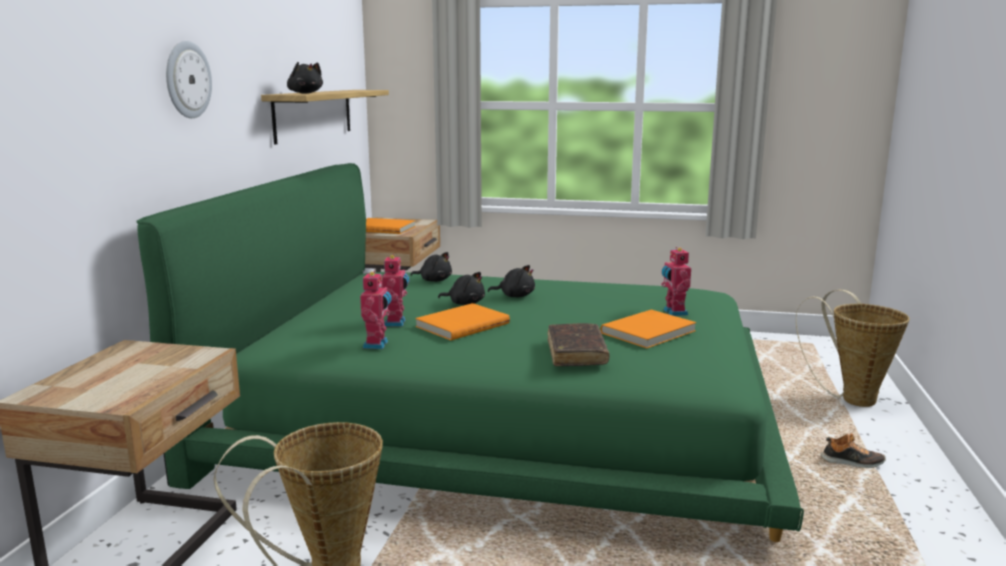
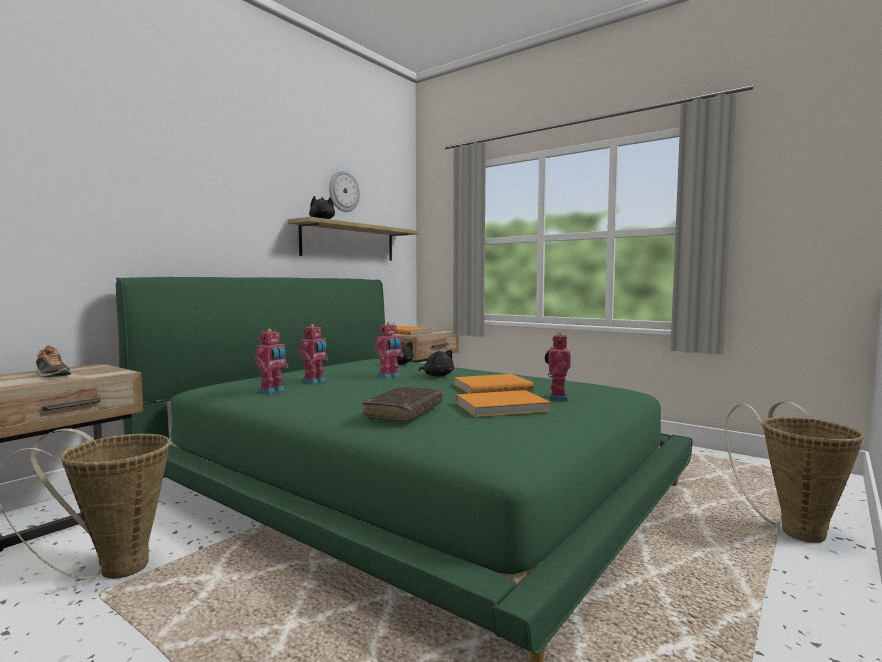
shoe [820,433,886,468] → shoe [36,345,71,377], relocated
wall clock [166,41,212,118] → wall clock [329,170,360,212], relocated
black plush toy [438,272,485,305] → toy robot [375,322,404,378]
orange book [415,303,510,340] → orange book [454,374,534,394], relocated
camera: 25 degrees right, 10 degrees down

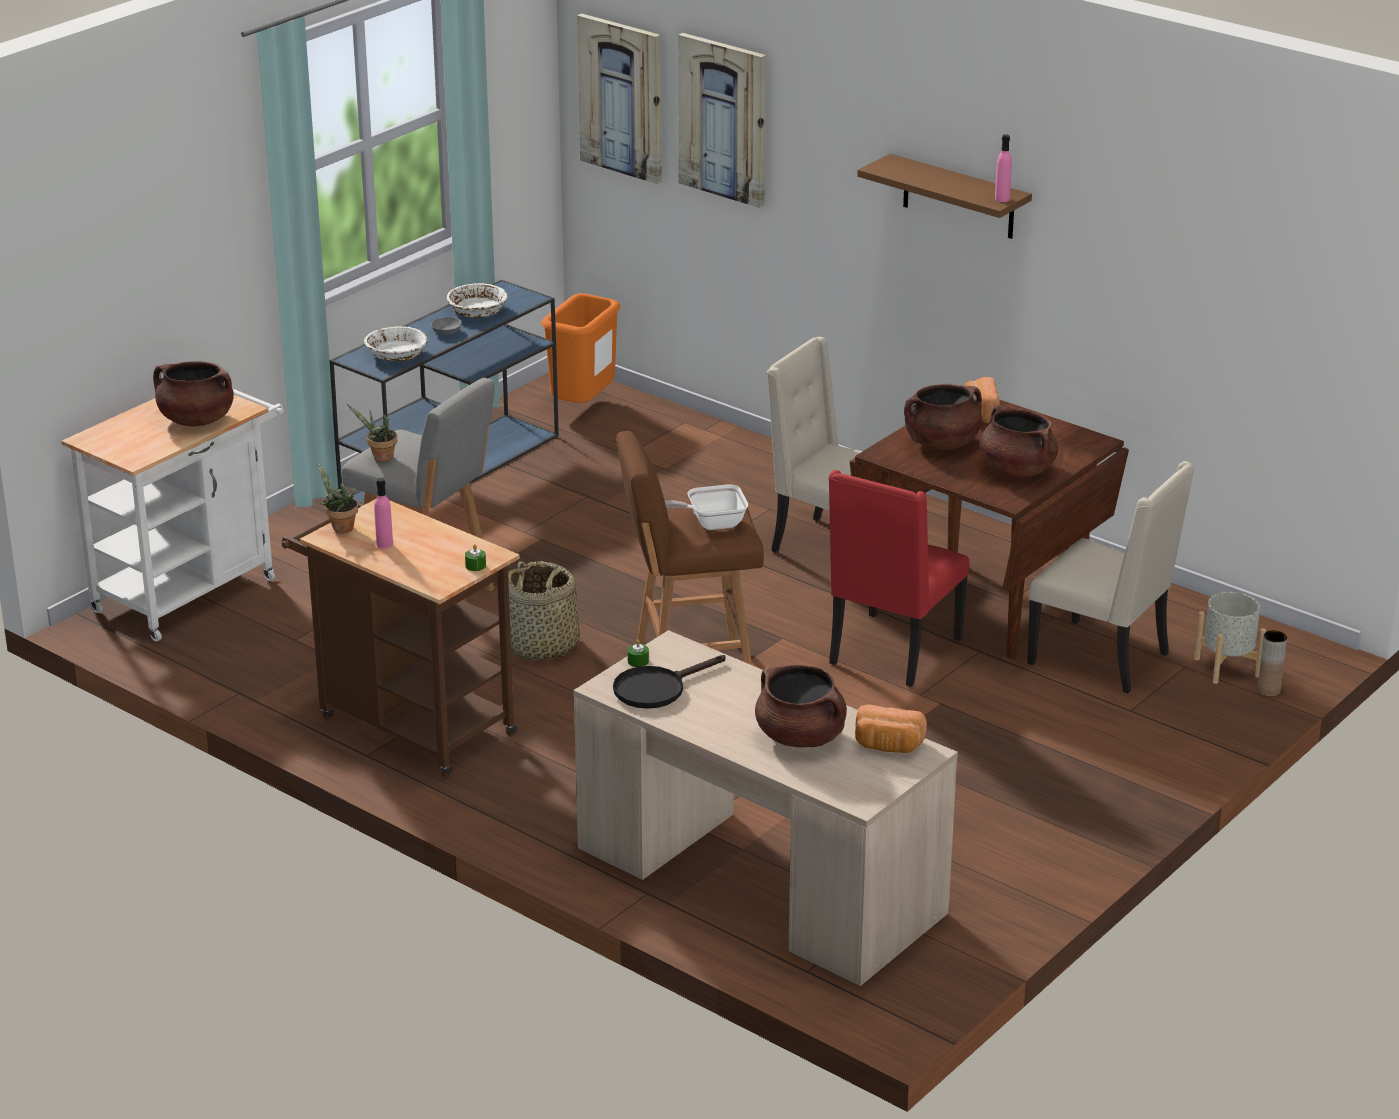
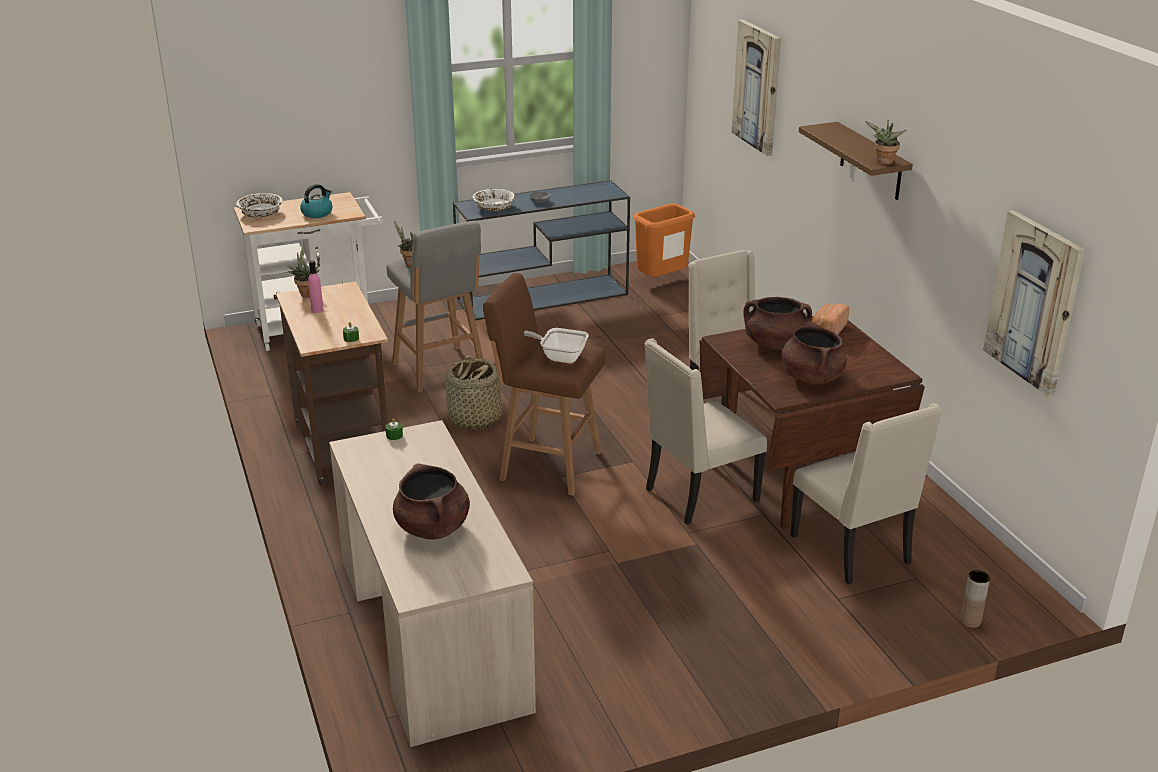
white bowl [447,283,507,318] → white bowl [236,193,283,217], relocated
brown cooking pot [153,361,234,426] → kettle [300,184,332,218]
red chair [828,470,969,687] → beige chair [644,338,767,525]
pink bottle [995,134,1012,202] → potted plant [865,120,906,165]
picture [577,14,662,184] → picture [983,210,1085,397], relocated
black frying pan [613,655,725,709] → -
bread [855,705,927,753] → -
grey planter [1194,592,1266,684] → -
camera: 30 degrees right, 0 degrees up

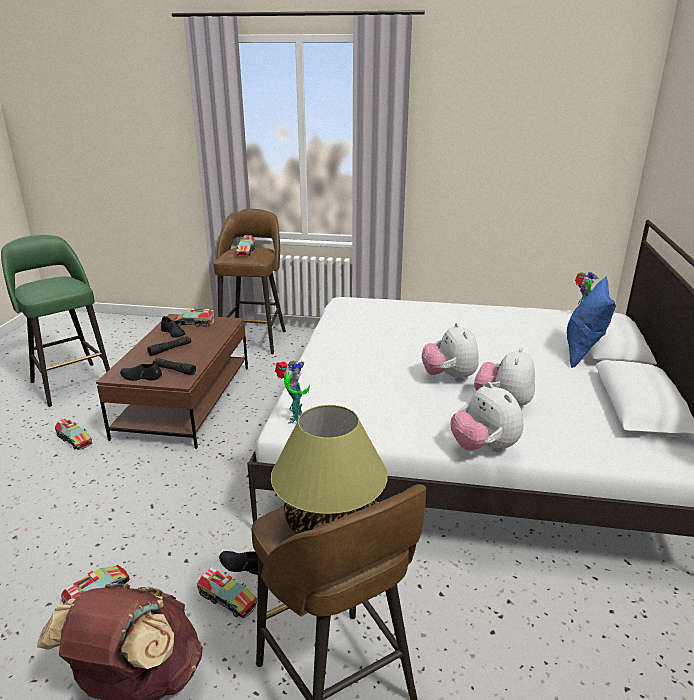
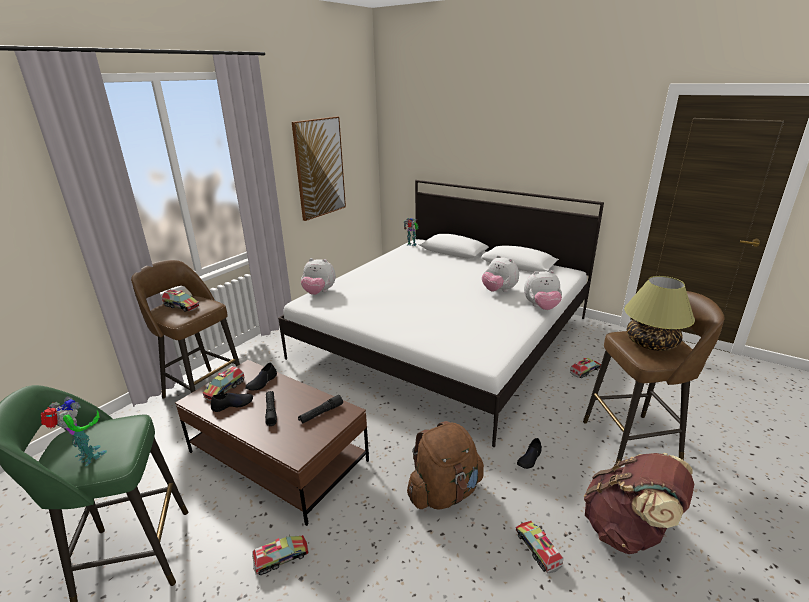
toy robot [275,361,310,424] → toy robot [41,396,107,466], relocated
black shoe [120,362,162,381] → black shoe [245,362,277,391], relocated
- → picture [292,117,346,221]
plush toy [422,323,479,382] → plush toy [301,258,336,295], relocated
- → brown backpack [407,421,484,510]
toy truck [197,567,257,619] → toy truck [570,358,601,378], relocated
blue pillow [567,276,616,368] → -
camera: 65 degrees left, 0 degrees up

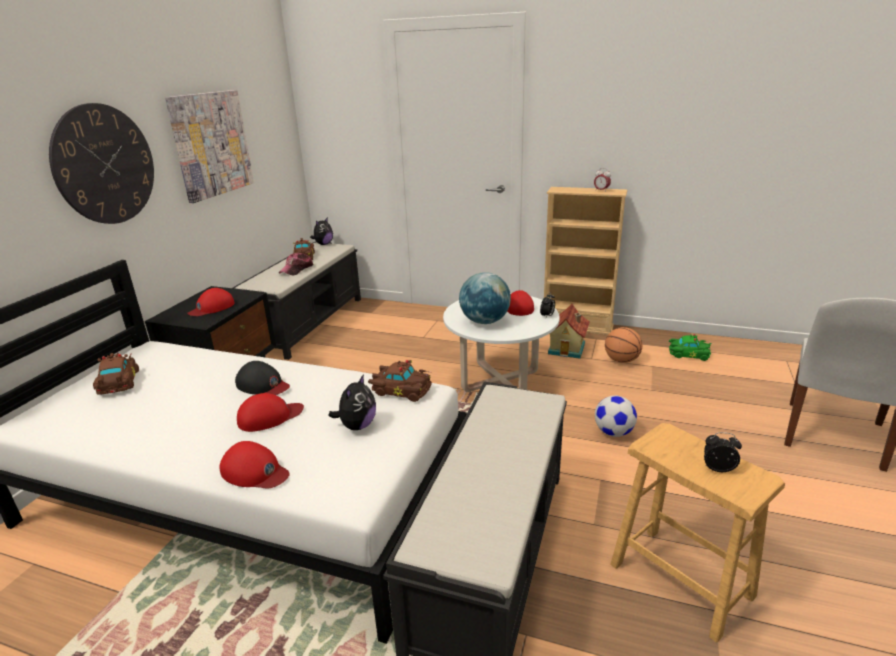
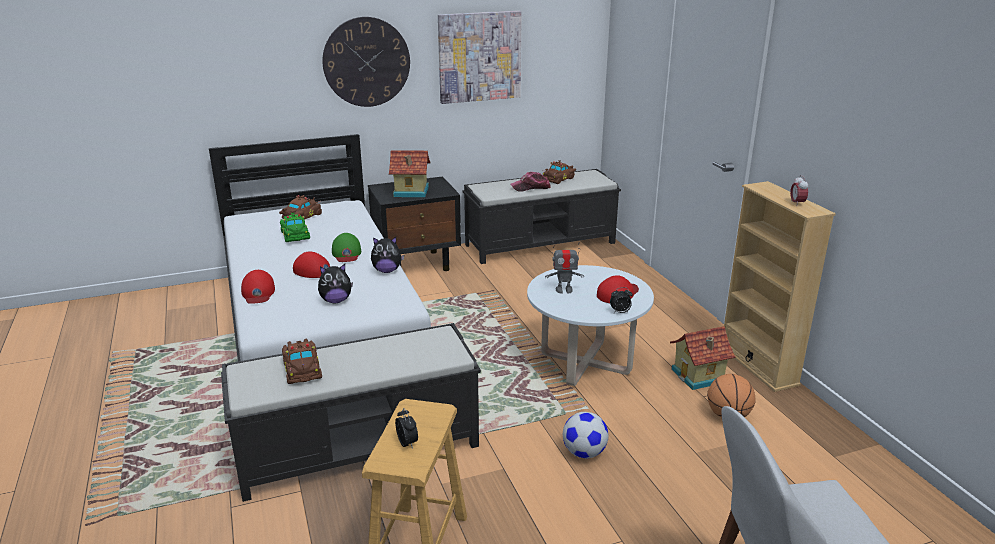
green toy car [669,334,712,361] → green toy car [280,213,310,242], relocated
brown toy car [368,360,432,402] → brown toy car [282,339,322,384], relocated
black cap [235,361,290,395] → green cap [332,233,361,262]
plush toy [310,217,333,245] → plush toy [371,237,404,273], relocated
red cap [187,288,235,316] → toy house [389,150,430,197]
globe [459,272,511,324] → toy robot [545,242,584,294]
camera: 50 degrees right, 0 degrees up

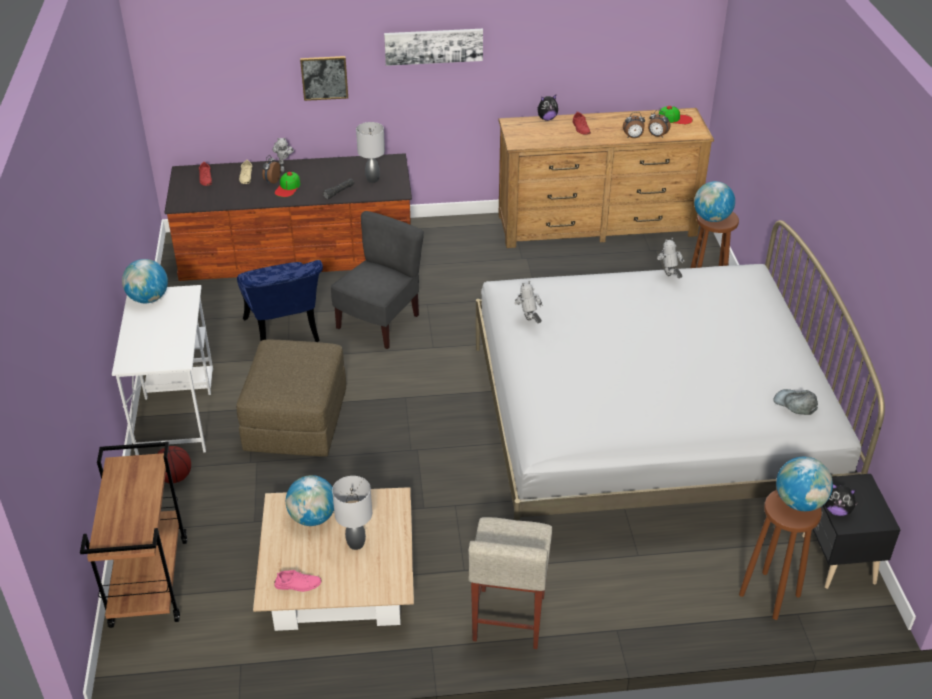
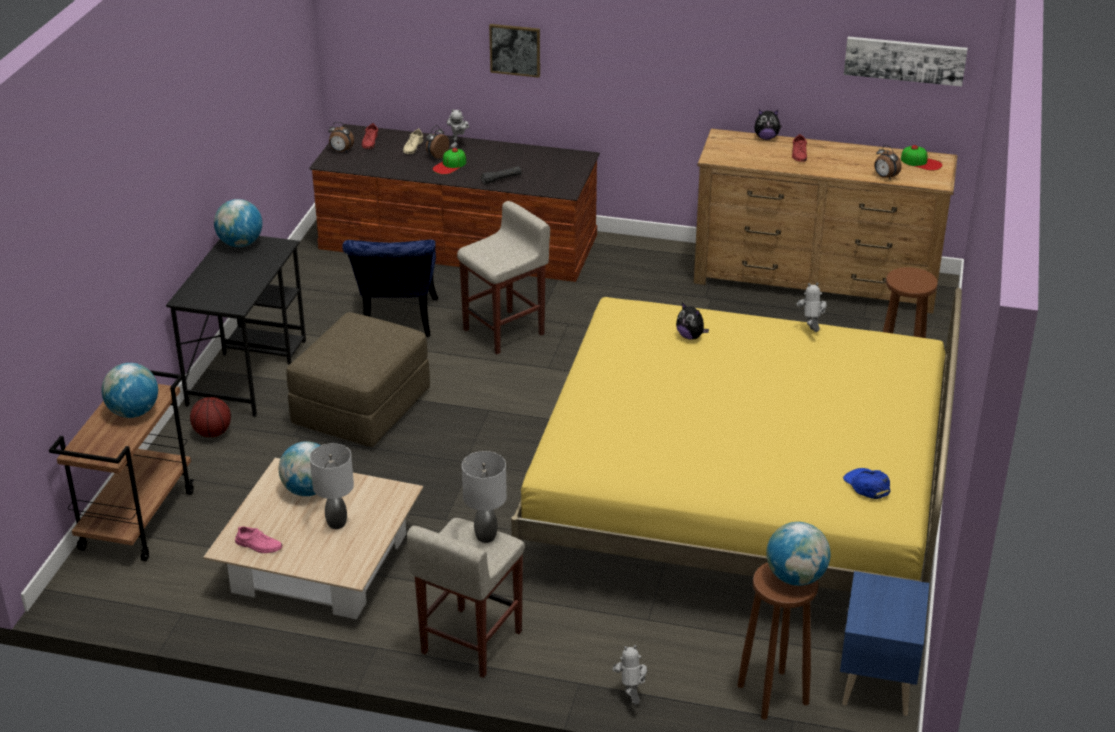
globe [694,181,735,222] → globe [101,363,158,418], relocated
white desk [112,285,213,455] → black desk [166,236,306,417]
alarm clock [623,112,645,138] → alarm clock [328,122,354,152], relocated
grey chair [331,211,424,349] → beige stool [457,201,550,354]
grey table lamp [356,122,385,183] → grey table lamp [462,451,507,543], relocated
white bed [476,220,885,521] → yellow bed [511,288,962,592]
toy robot [515,281,543,324] → toy robot [612,645,648,705], relocated
plush toy [825,484,859,516] → plush toy [676,302,709,340], relocated
black nightstand [802,474,901,589] → blue nightstand [840,571,929,716]
grey cap [773,389,818,415] → blue cap [843,468,890,499]
picture [384,29,483,66] → picture [844,36,968,86], relocated
camera: 20 degrees right, 5 degrees down

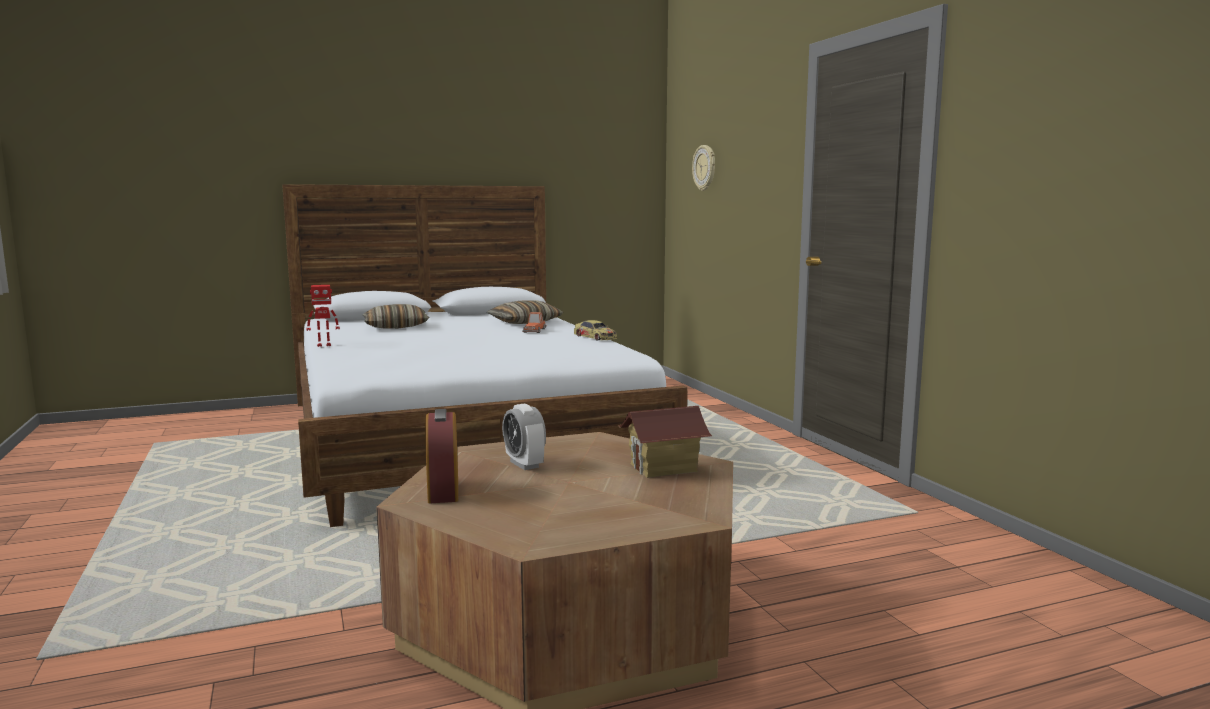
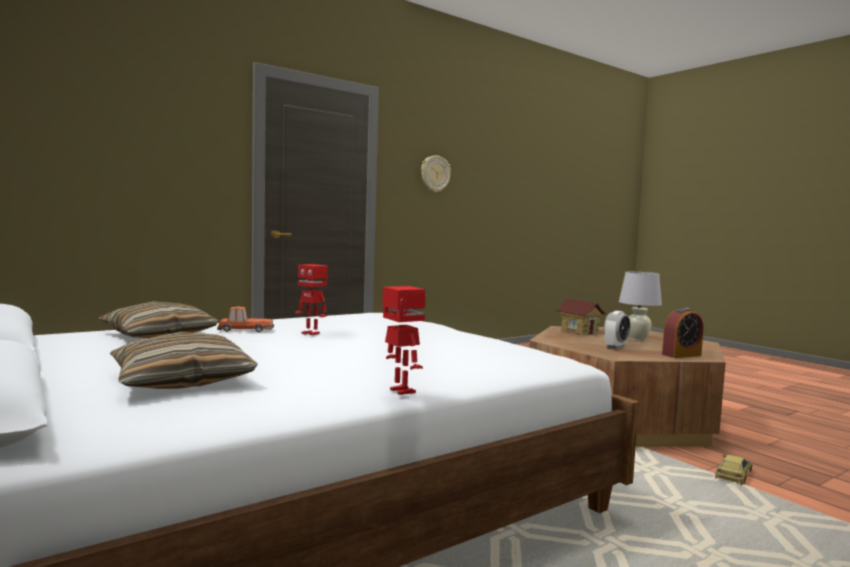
- → toy robot [295,264,328,336]
wall clock [692,145,715,191] → wall clock [421,155,451,192], relocated
- → white table lamp [619,272,662,341]
toy car [574,320,617,341] → toy car [715,455,752,485], relocated
camera: 105 degrees left, 5 degrees down

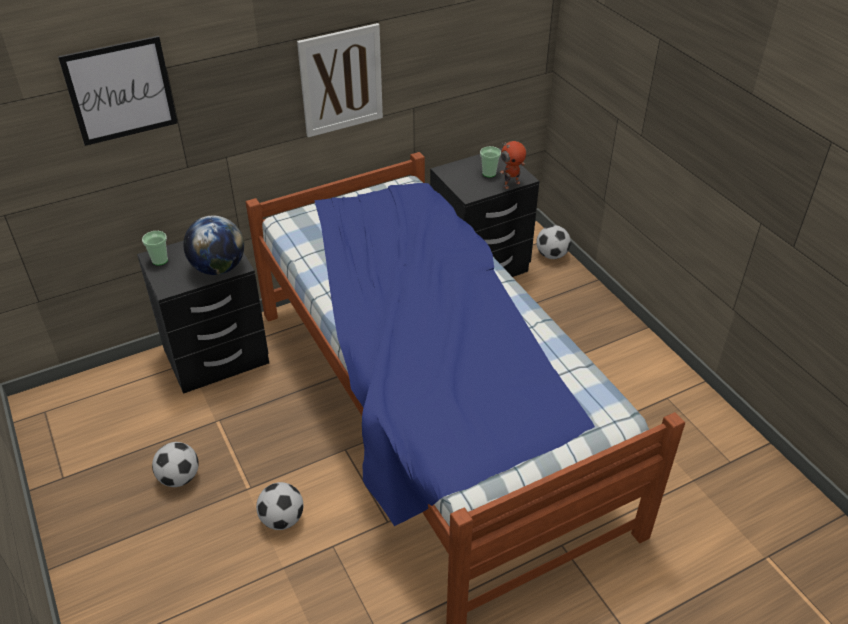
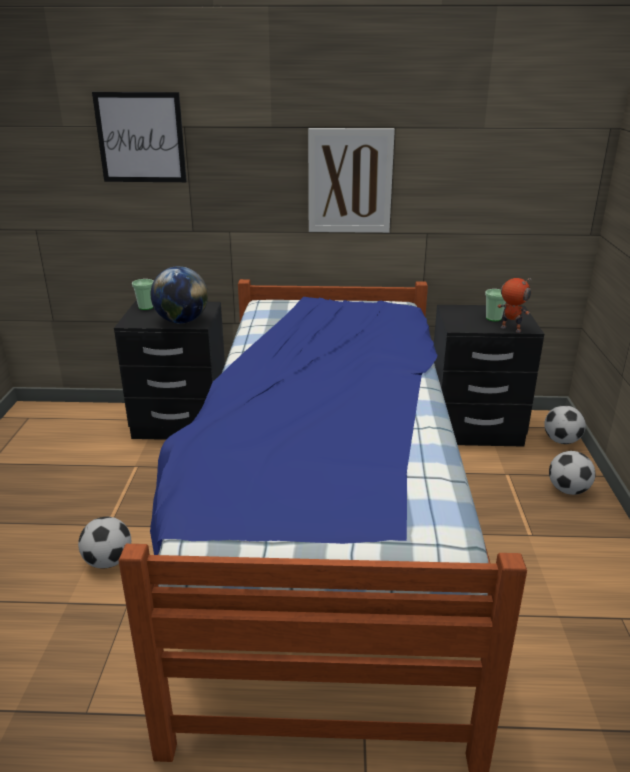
toy robot [500,141,527,189] → toy robot [497,278,531,333], 135 degrees counterclockwise
football [152,442,199,487] → football [549,451,596,495], relocated
camera: 30 degrees right, 15 degrees down

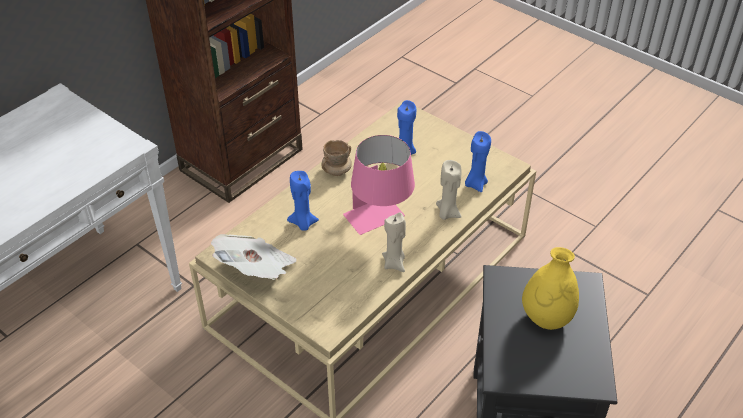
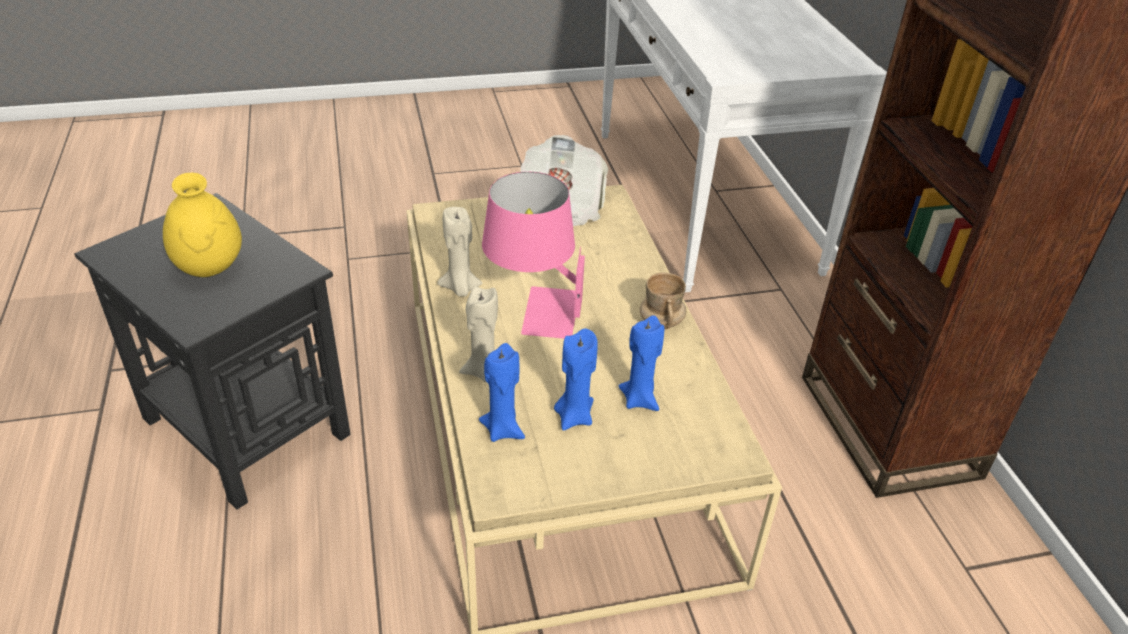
blue candle [287,171,319,231] → blue candle [554,328,598,431], relocated
camera: 125 degrees right, 5 degrees down

